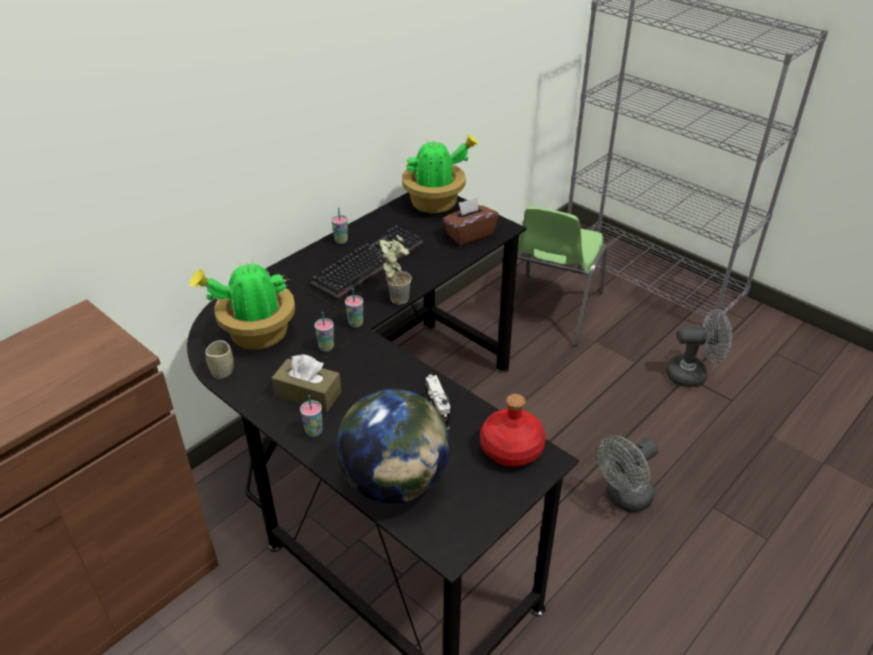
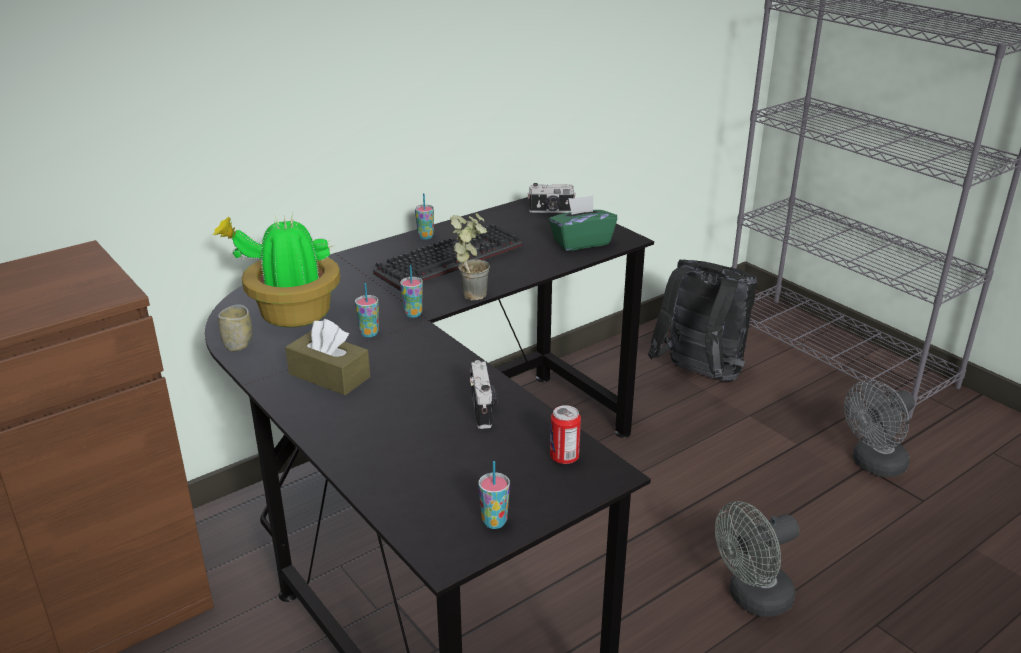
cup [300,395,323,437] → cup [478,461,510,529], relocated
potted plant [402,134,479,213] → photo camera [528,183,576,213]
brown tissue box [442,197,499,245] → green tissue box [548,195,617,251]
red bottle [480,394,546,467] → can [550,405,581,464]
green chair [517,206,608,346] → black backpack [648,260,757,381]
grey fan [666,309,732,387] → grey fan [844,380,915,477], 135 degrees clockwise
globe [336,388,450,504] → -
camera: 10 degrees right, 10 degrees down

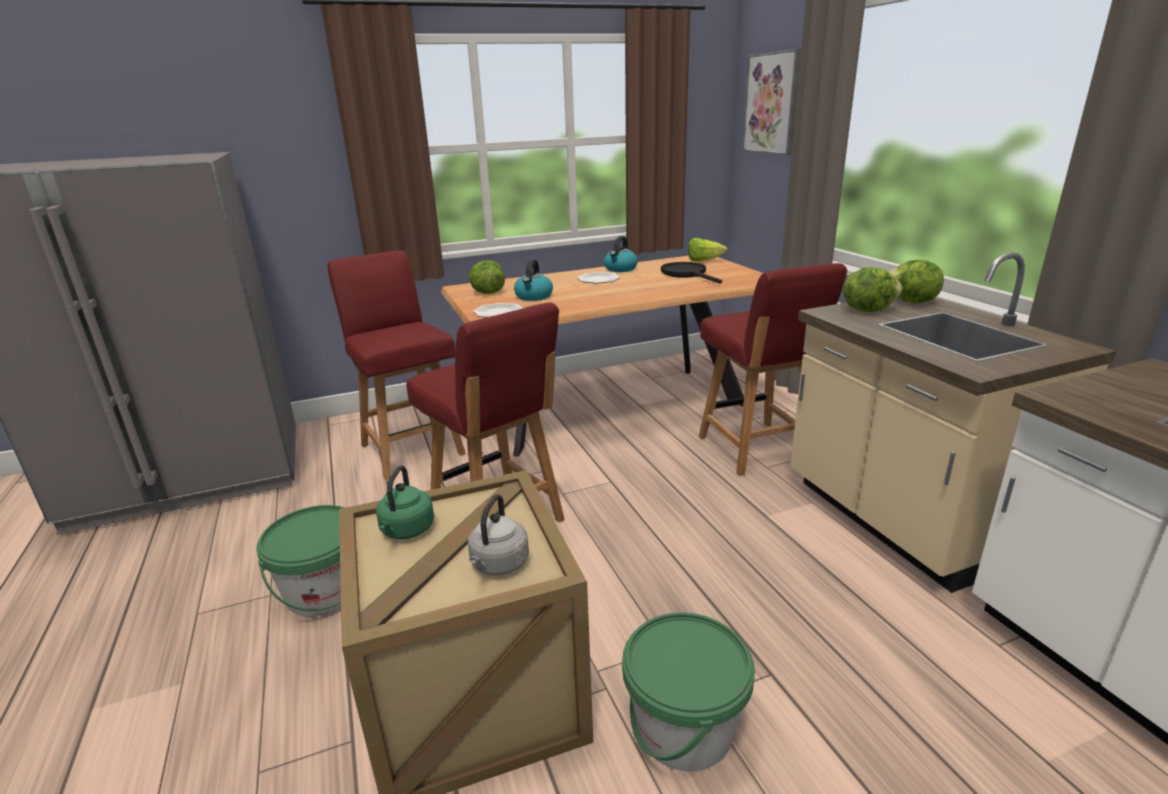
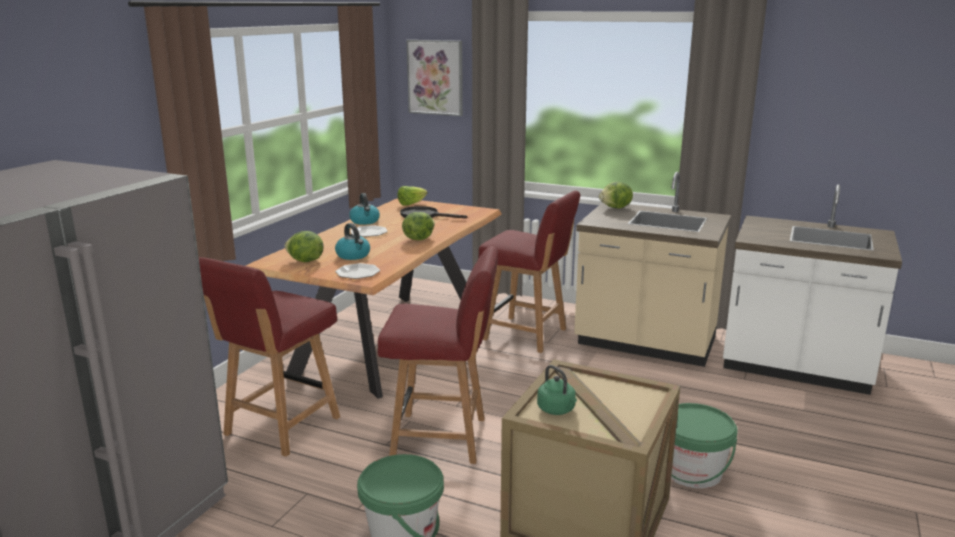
red chair [327,251,466,479] → red chair [199,257,340,457], 75 degrees counterclockwise
lettuce [843,267,903,312] → lettuce [402,212,435,240], relocated
grey kettle [468,494,529,575] → -
camera: 45 degrees left, 5 degrees down

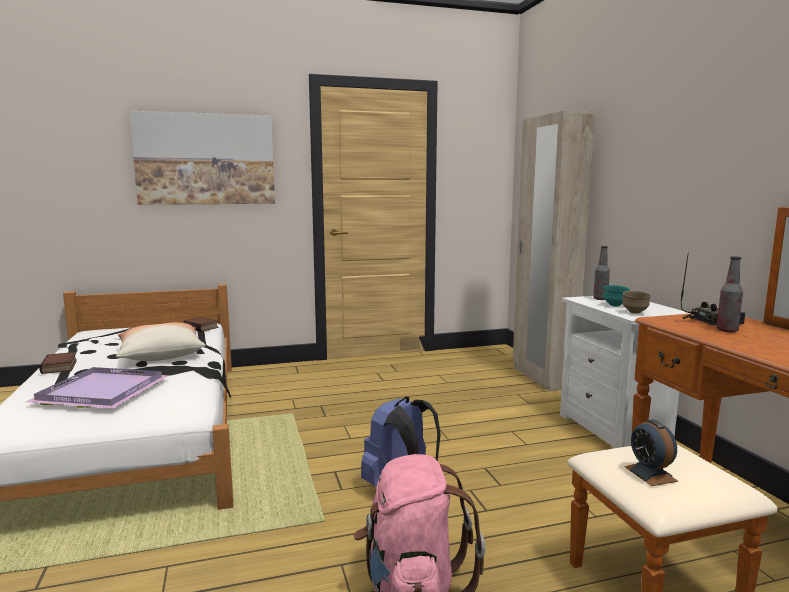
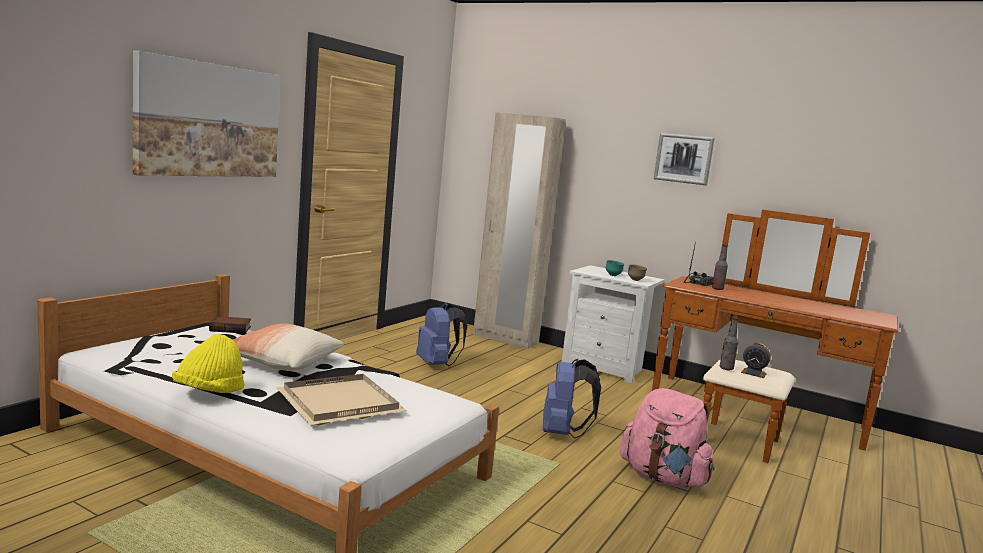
book [39,352,77,374] → yellow hat [172,334,245,393]
purple tray [26,367,170,409] → beige tray [276,374,407,426]
- → blue backpack [416,303,467,366]
- → picture [654,133,715,185]
bottle [593,246,610,300] → bottle [720,317,739,370], relocated
camera: 45 degrees left, 0 degrees up

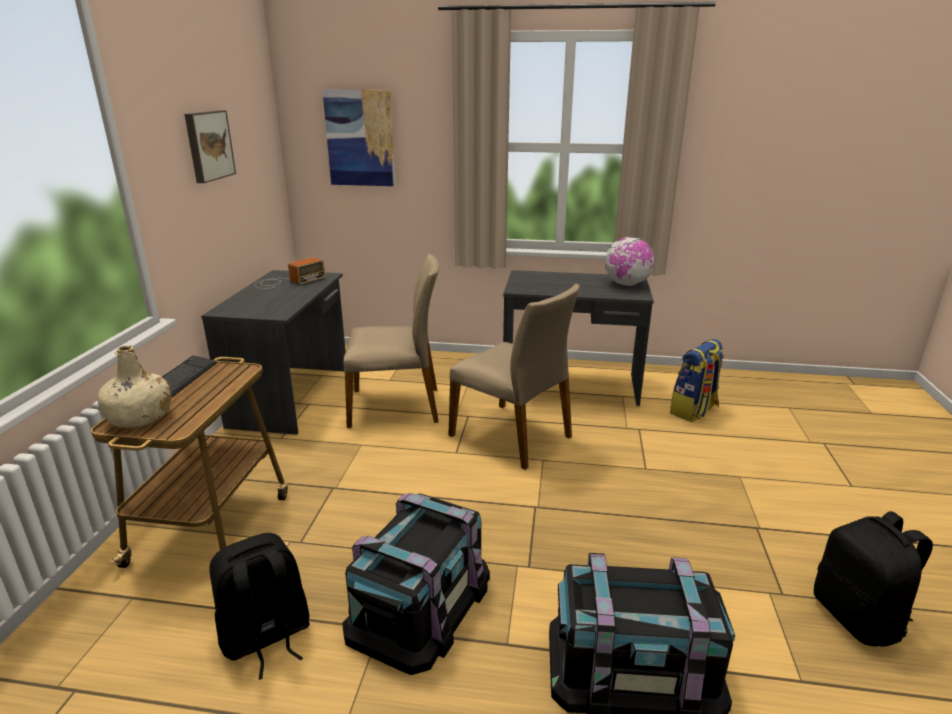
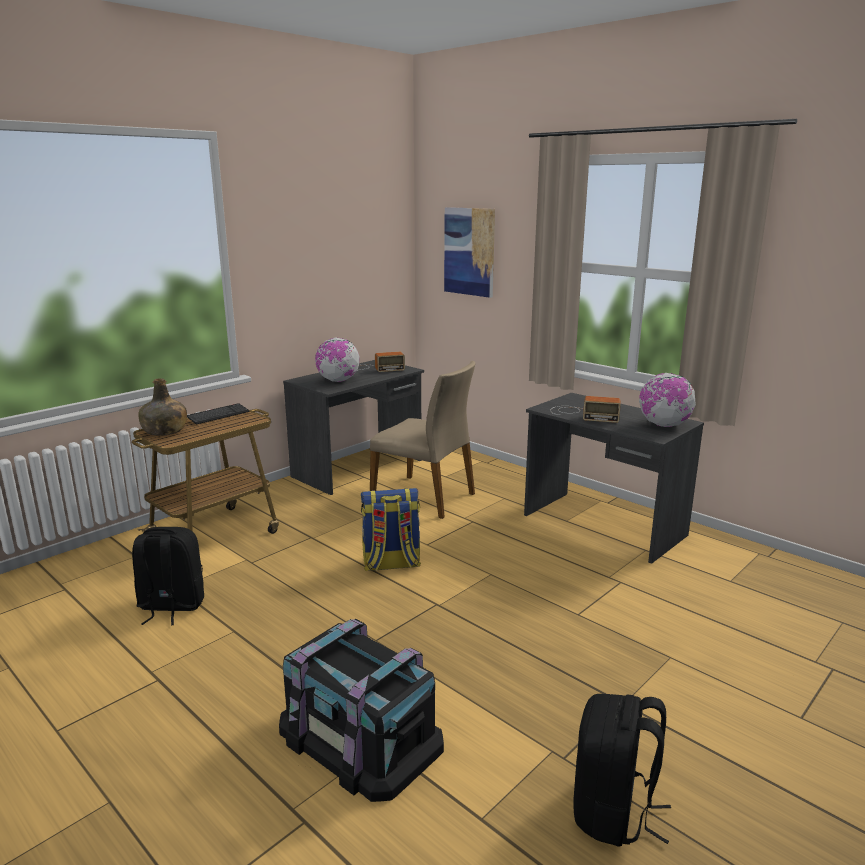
beige bottle [97,346,172,428] → green bottle [138,379,187,436]
- → globe [315,337,360,382]
backpack [670,339,724,422] → backpack [361,488,421,571], relocated
- → radio [550,396,621,423]
picture [184,110,236,183] → -
black storage box [342,493,490,675] → -
beige chair [448,284,580,470] → -
camera: 35 degrees right, 5 degrees down

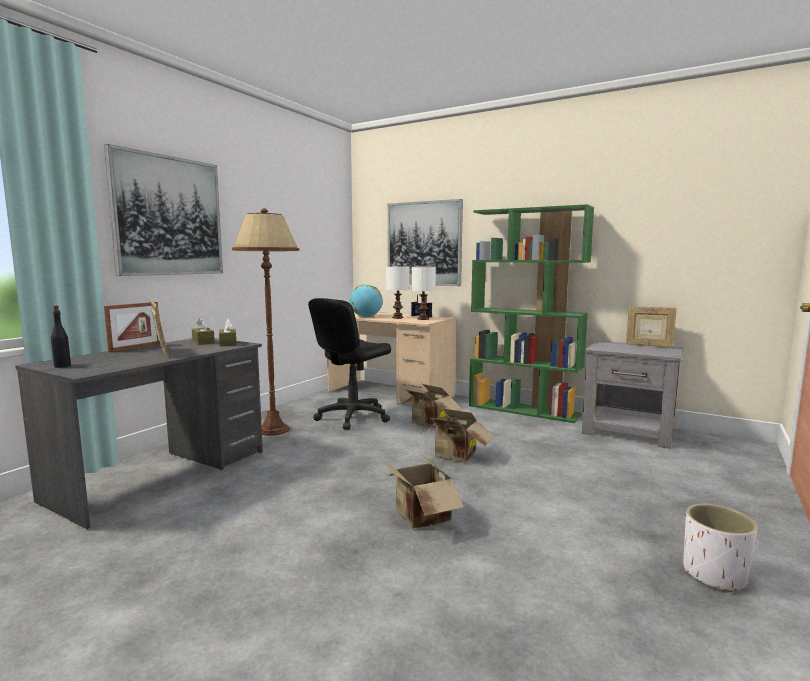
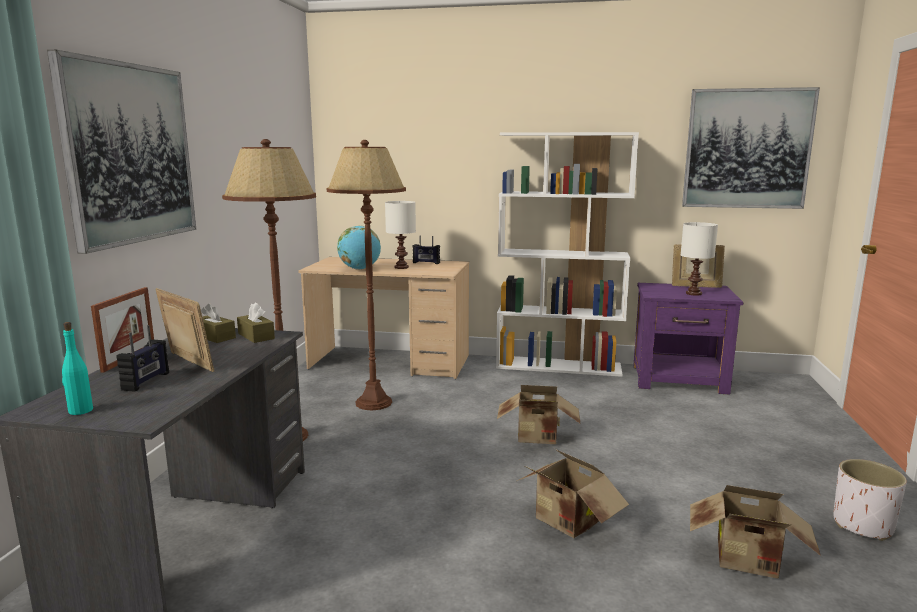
black bottle [51,305,71,368] → turquoise bottle [62,322,93,415]
- → radio [117,325,169,392]
black office chair [308,298,391,430] → brown floor lamp [327,140,406,410]
green bookcase [469,204,594,423] → white bookcase [496,132,639,377]
grey nightstand [582,341,683,449] → purple nightstand [633,283,744,395]
white table lamp [412,267,436,320] → white table lamp [681,222,718,296], relocated
picture [388,199,463,286] → picture [682,87,820,209], relocated
cardboard box [402,384,462,428] → cardboard box [690,485,821,579], relocated
camera: 20 degrees left, 5 degrees up

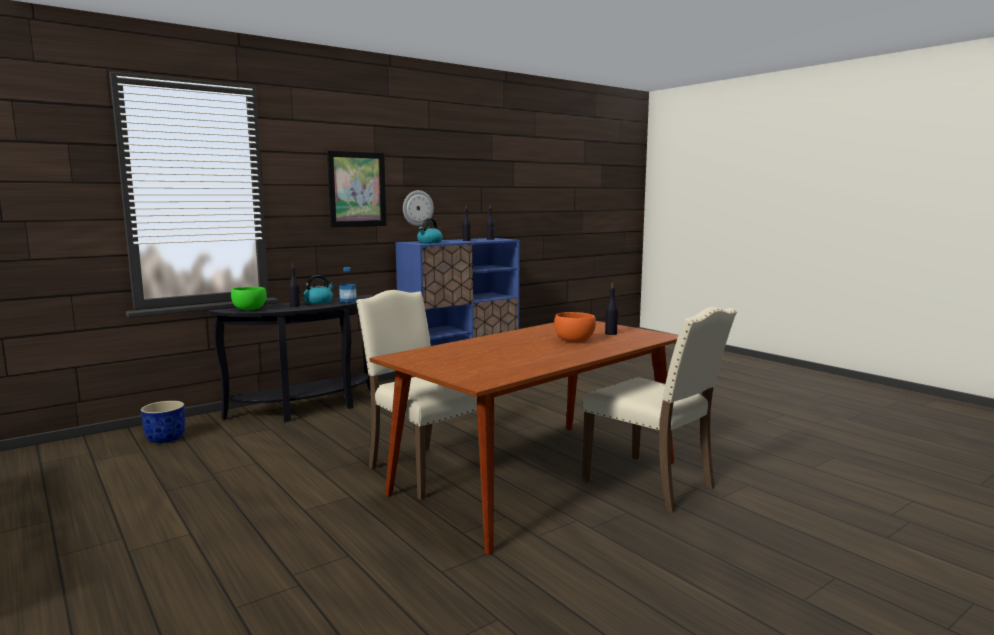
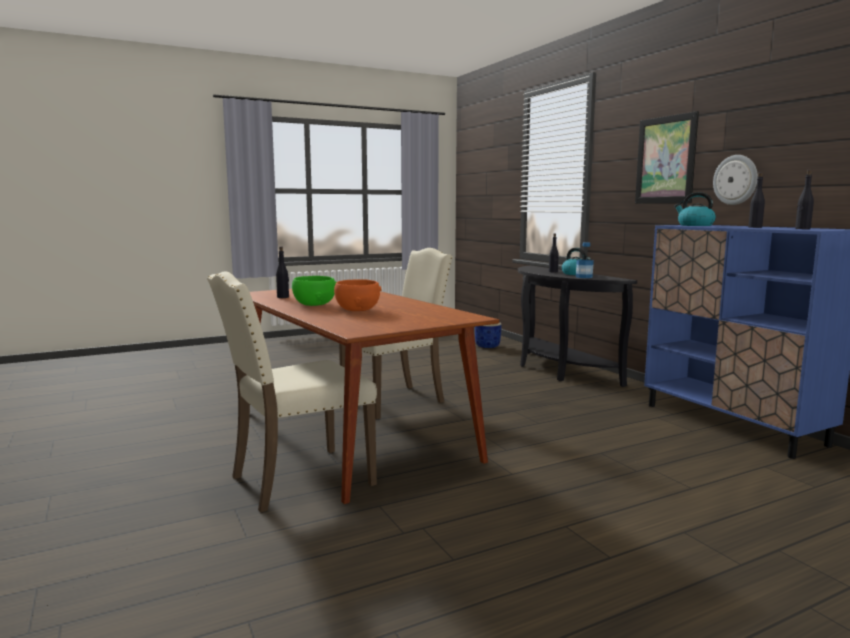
black bottle [605,283,618,335] → black bottle [276,247,289,298], relocated
green bowl [231,287,267,310] → green bowl [292,276,336,306], relocated
camera: 100 degrees right, 0 degrees up

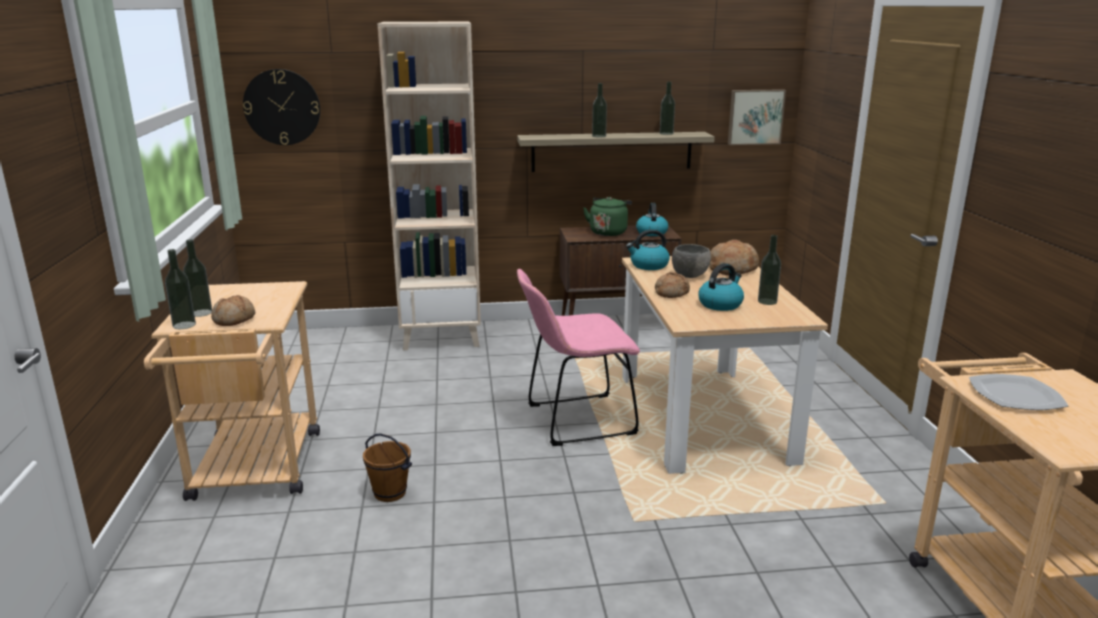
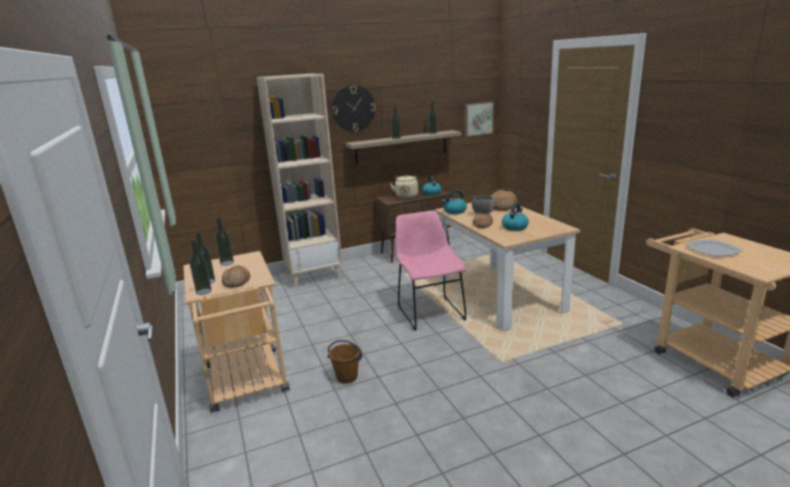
bottle [758,235,781,305] → bottle [215,217,234,266], relocated
wall clock [243,69,320,145] → wall clock [332,85,375,132], relocated
green kettle [583,197,632,236] → beige kettle [390,175,418,199]
pink chair [517,269,640,446] → pink chair [395,210,467,331], 105 degrees clockwise
camera: 15 degrees left, 0 degrees up

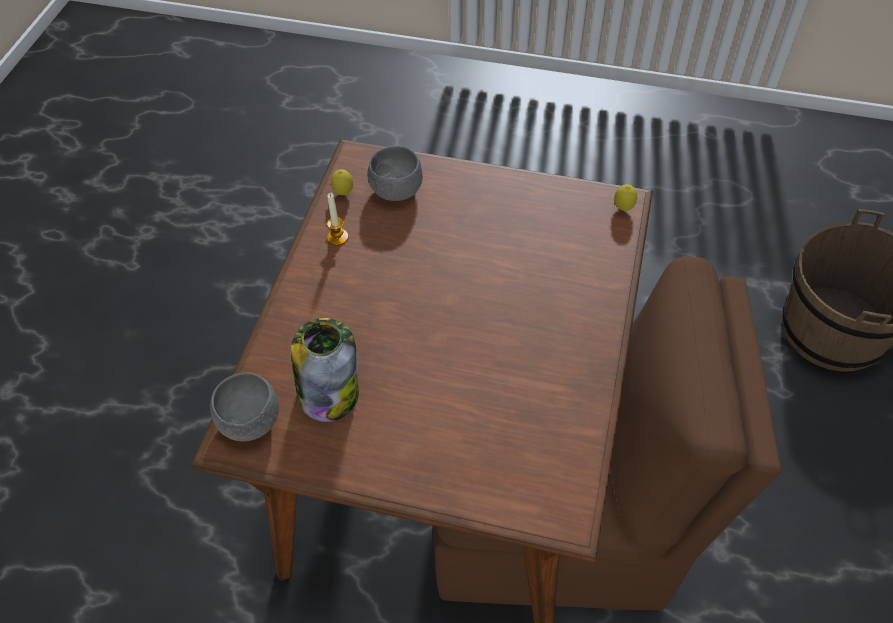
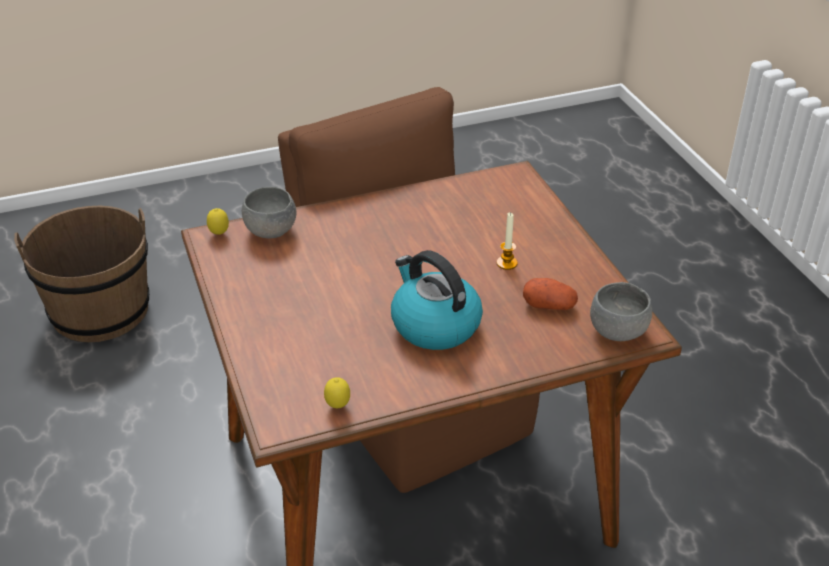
grey bowl [367,146,423,201] → grey bowl [242,187,296,239], relocated
- → kettle [391,250,483,350]
candle [327,193,348,246] → candle [497,212,518,270], relocated
jar [291,318,359,422] → potato [523,278,578,310]
camera: 125 degrees left, 15 degrees down

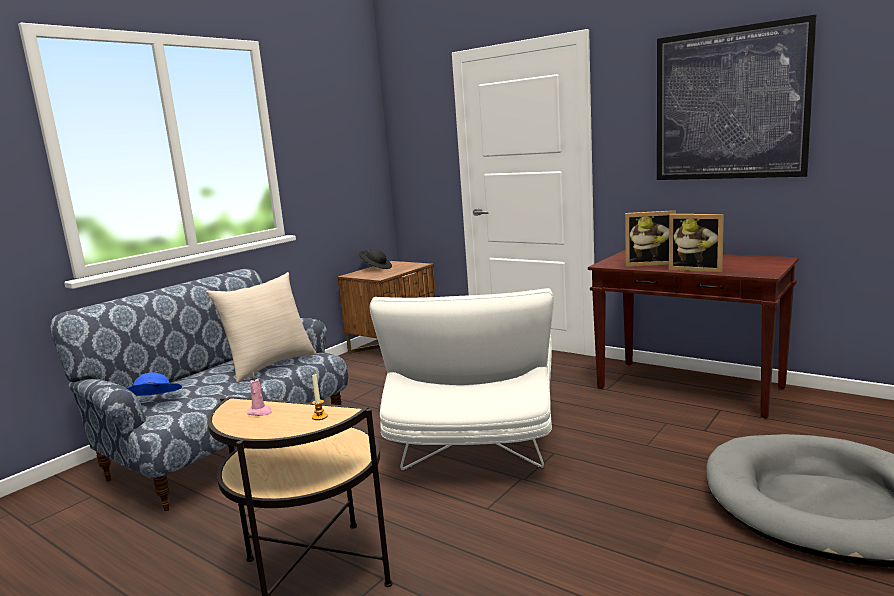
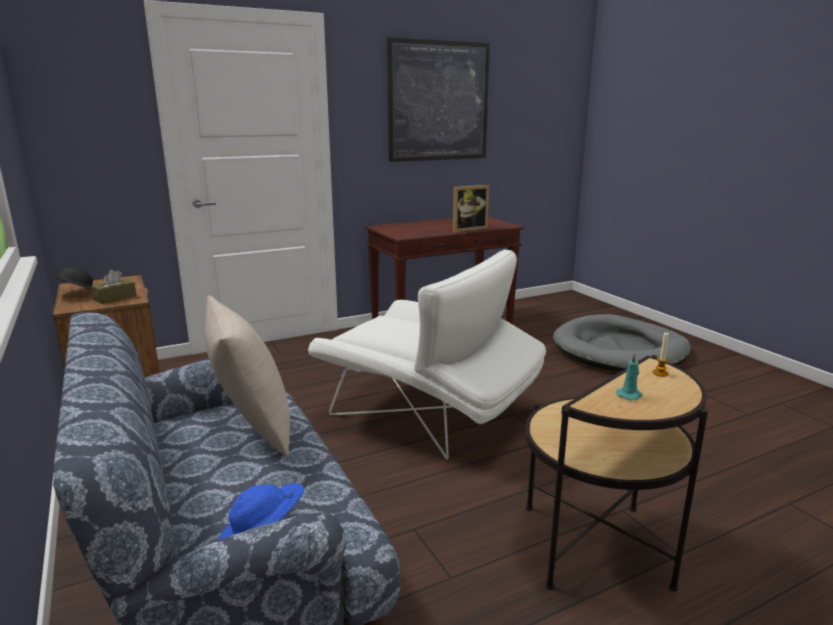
- → brown tissue box [91,270,137,304]
pink candle [246,372,272,416] → turquoise candle [616,353,642,400]
picture frame [625,210,676,267] → -
camera: 65 degrees left, 5 degrees up

